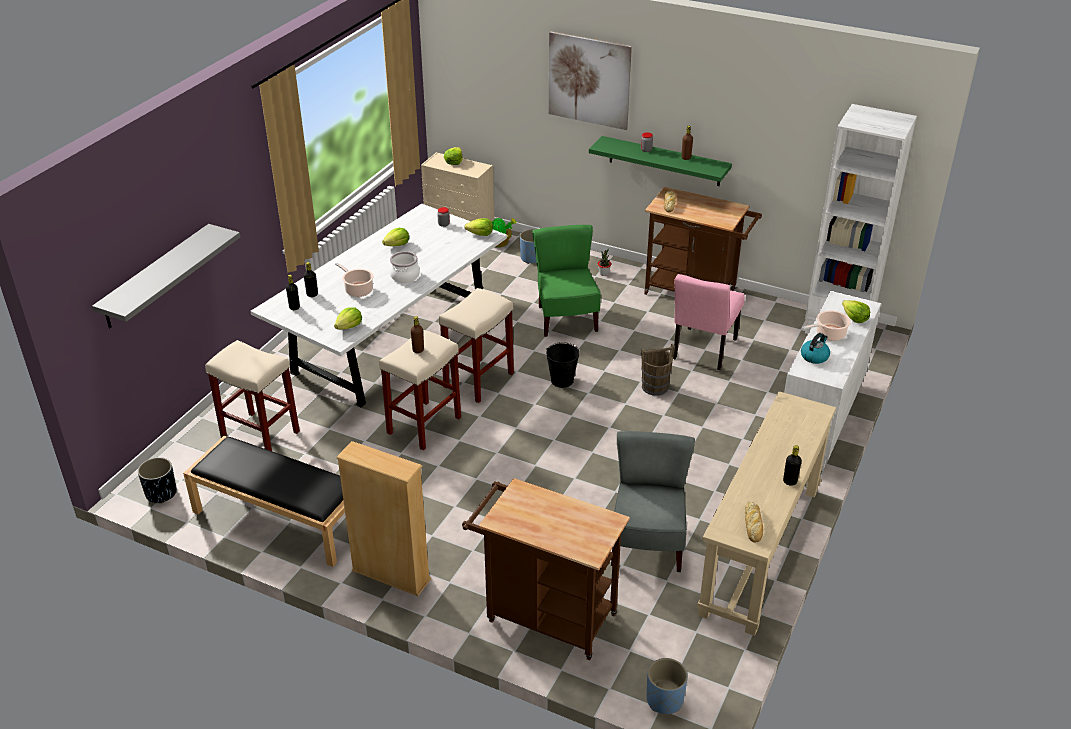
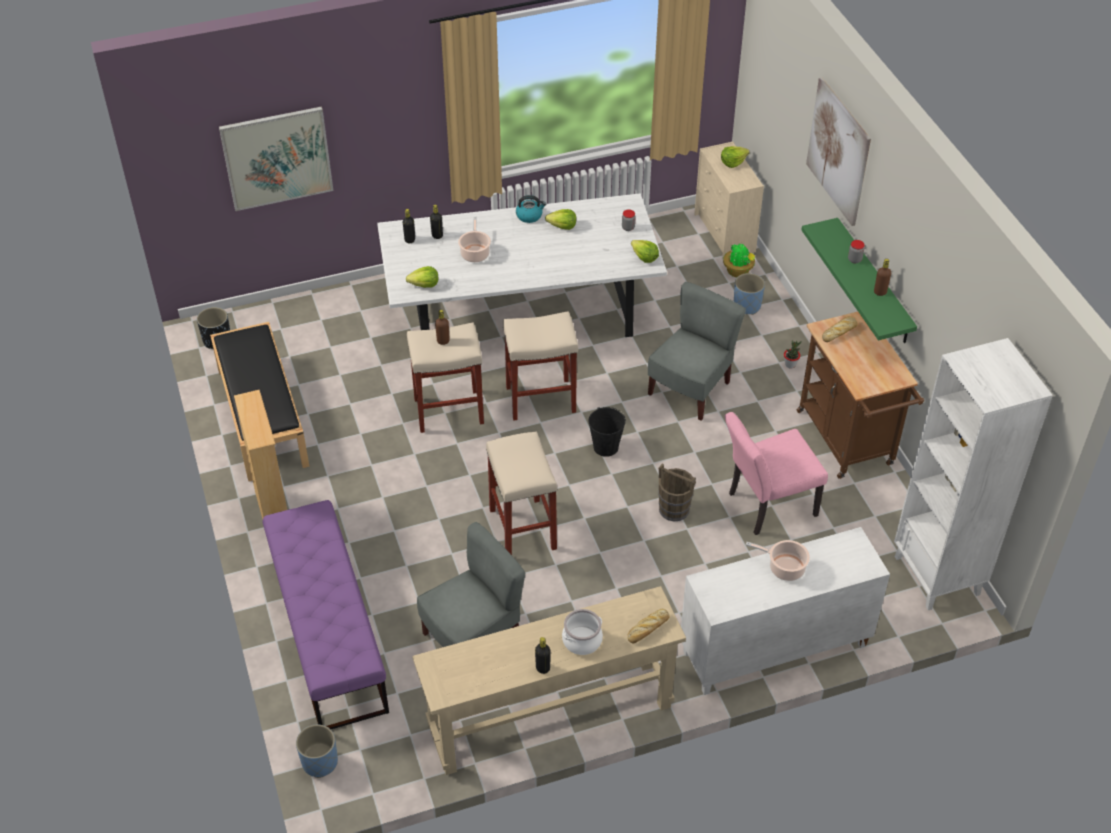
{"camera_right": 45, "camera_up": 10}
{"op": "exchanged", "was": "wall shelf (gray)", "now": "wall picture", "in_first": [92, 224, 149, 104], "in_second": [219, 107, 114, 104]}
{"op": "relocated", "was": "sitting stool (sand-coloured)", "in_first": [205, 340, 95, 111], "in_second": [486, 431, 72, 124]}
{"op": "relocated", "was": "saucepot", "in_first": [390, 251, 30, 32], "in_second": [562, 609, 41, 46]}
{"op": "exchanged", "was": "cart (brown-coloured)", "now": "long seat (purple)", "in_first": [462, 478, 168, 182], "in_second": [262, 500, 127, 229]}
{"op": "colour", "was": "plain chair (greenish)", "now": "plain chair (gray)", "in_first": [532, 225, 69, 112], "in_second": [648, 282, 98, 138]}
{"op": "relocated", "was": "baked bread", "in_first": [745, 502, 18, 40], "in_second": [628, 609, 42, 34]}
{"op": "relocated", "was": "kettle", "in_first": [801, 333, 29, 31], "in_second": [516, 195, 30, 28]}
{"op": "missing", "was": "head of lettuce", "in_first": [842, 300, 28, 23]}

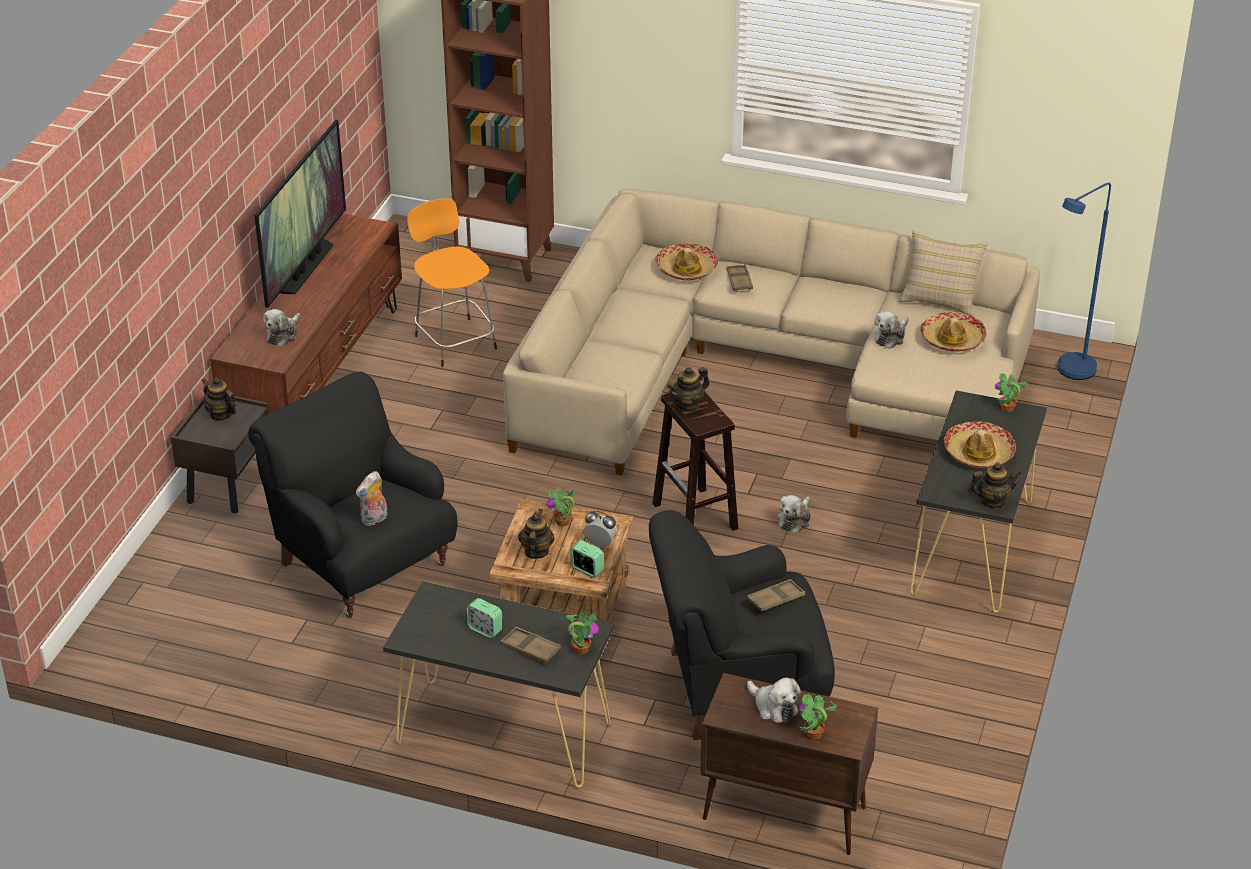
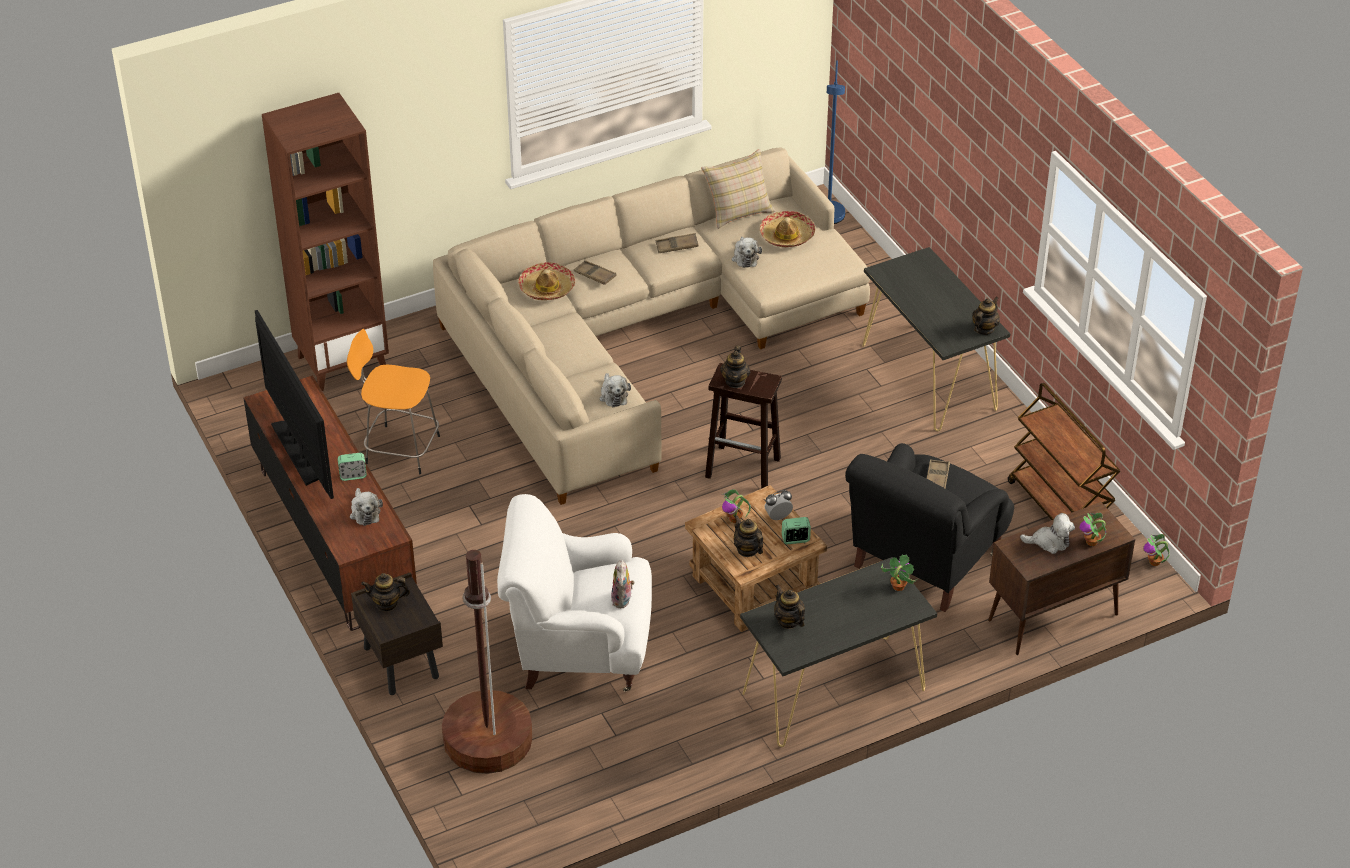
{"camera_right": -45, "camera_up": 5}
{"op": "colour", "was": "easy chair (black)", "now": "easy chair (white)", "in_first": [248, 372, 210, 245], "in_second": [497, 494, 155, 198]}
{"op": "relocated", "was": "bedside clock", "in_first": [467, 598, 35, 40], "in_second": [338, 453, 29, 28]}
{"op": "relocated", "was": "tray (brown-coloured)", "in_first": [500, 627, 61, 36], "in_second": [656, 233, 42, 20]}
{"op": "relocated", "was": "plush toy", "in_first": [778, 495, 33, 39], "in_second": [599, 373, 32, 34]}
{"op": "missing", "was": "wearable hat", "in_first": [944, 421, 72, 48]}
{"op": "relocated", "was": "houseplant", "in_first": [995, 373, 32, 39], "in_second": [1143, 534, 27, 32]}
{"op": "appeared", "now": "standing lamp (brown-coloured)", "in_second": [442, 550, 90, 224]}
{"op": "appeared", "now": "teapot", "in_second": [774, 585, 31, 44]}
{"op": "appeared", "now": "cart (brown-coloured)", "in_second": [1008, 383, 112, 137]}

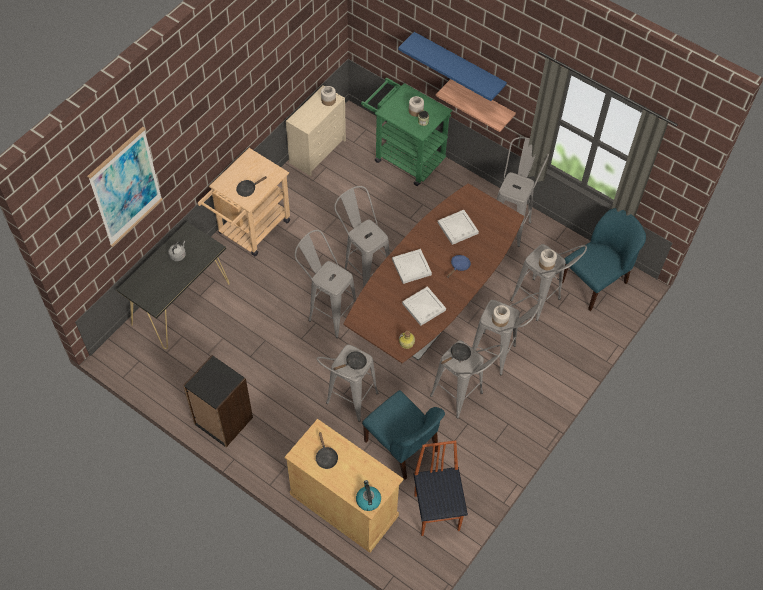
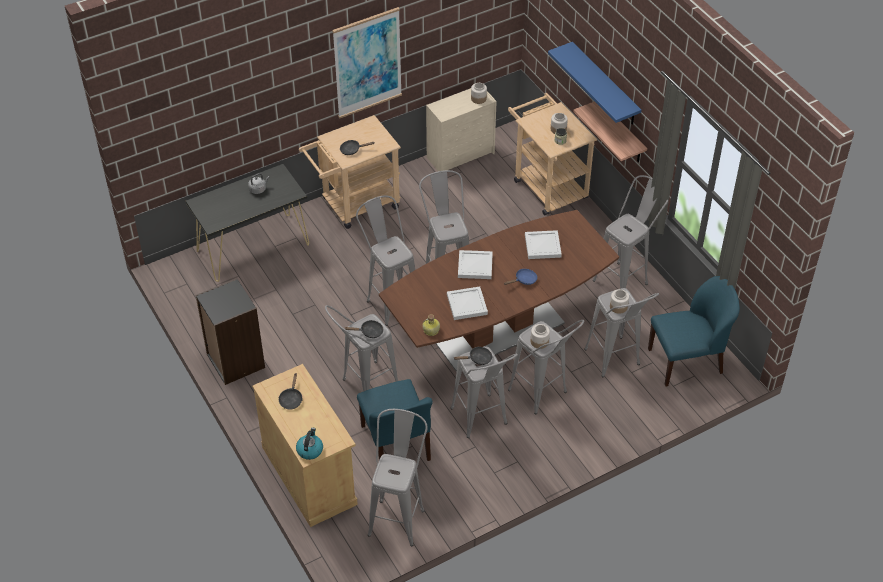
{"camera_right": 25, "camera_up": -10}
{"op": "relocated", "was": "wall picture", "in_first": [87, 127, 76, 120], "in_second": [332, 7, 70, 111]}
{"op": "colour", "was": "cart (greenish)", "now": "cart (sand-coloured)", "in_first": [361, 78, 91, 108], "in_second": [508, 93, 89, 122]}
{"op": "exchanged", "was": "plain chair", "now": "sitting stool (gray)", "in_first": [413, 440, 55, 96], "in_second": [368, 409, 60, 137]}

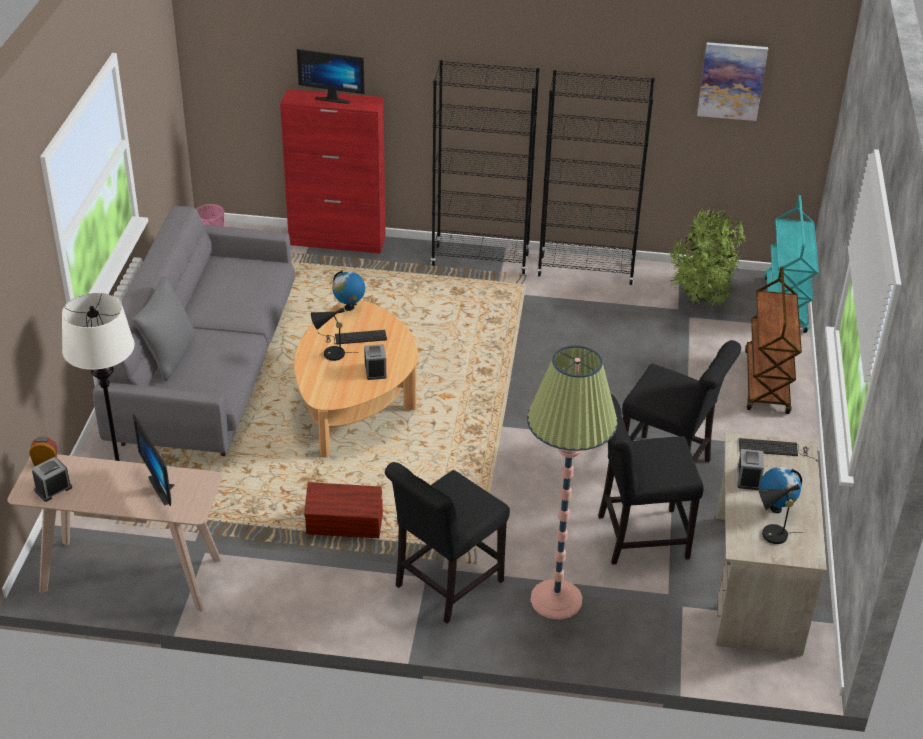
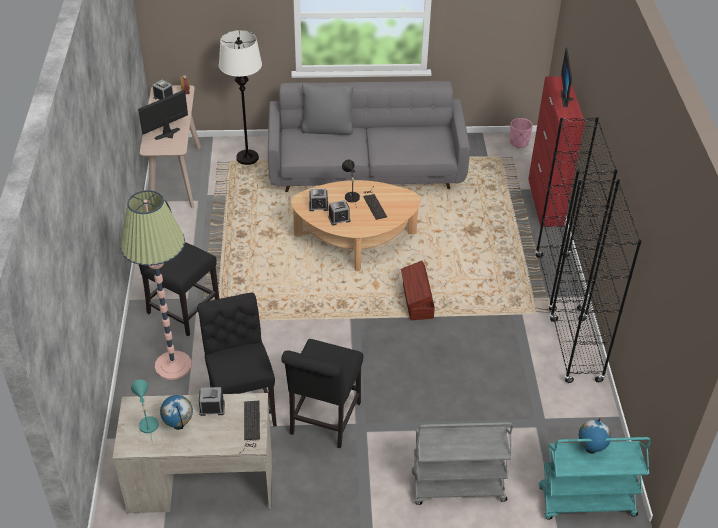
{"camera_right": 80, "camera_up": 5}
{"op": "relocated", "was": "storage bin (brown-coloured)", "in_first": [304, 482, 79, 56], "in_second": [401, 261, 34, 59]}
{"op": "relocated", "was": "world globe", "in_first": [332, 271, 33, 40], "in_second": [579, 418, 32, 36]}
{"op": "missing", "was": "houseplant", "in_first": [668, 208, 78, 99]}
{"op": "missing", "was": "wall picture", "in_first": [697, 42, 71, 79]}
{"op": "colour", "was": "cart (brown-coloured)", "now": "cart (gray)", "in_first": [745, 266, 57, 148], "in_second": [412, 422, 101, 83]}
{"op": "colour", "was": "lamp for a table (black)", "now": "lamp for a table (turquoise)", "in_first": [758, 484, 45, 60], "in_second": [131, 380, 28, 59]}
{"op": "appeared", "now": "bedside clock", "in_second": [309, 189, 20, 22]}

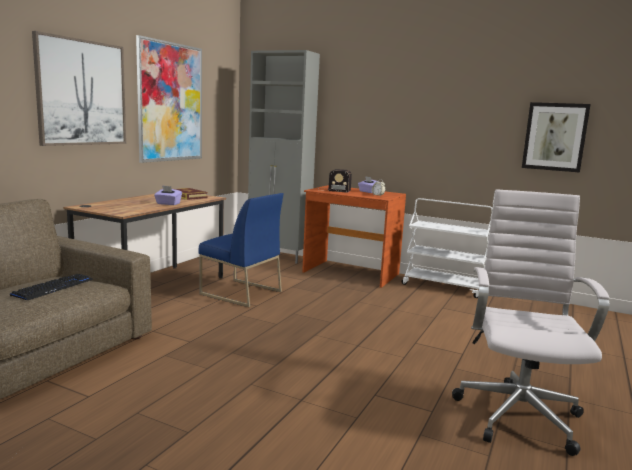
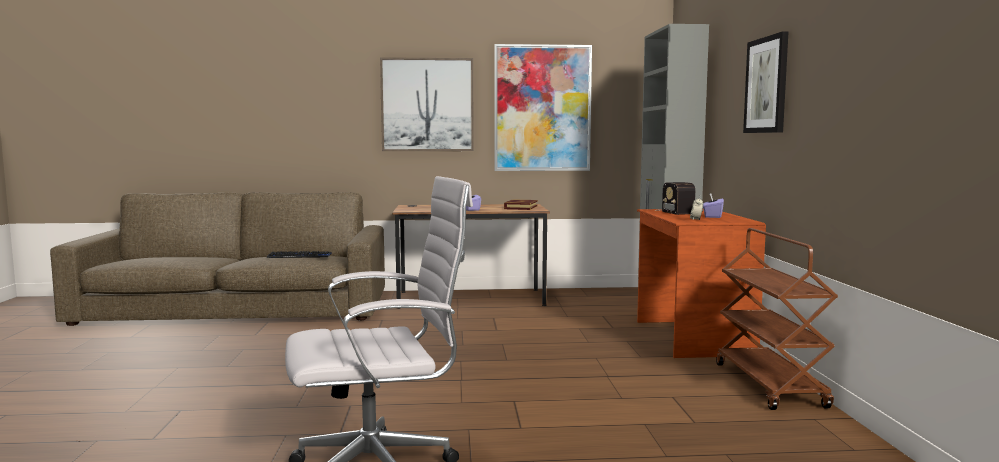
{"camera_right": 60, "camera_up": -5}
{"op": "missing", "was": "plain chair (bluish)", "in_first": [199, 193, 85, 114]}
{"op": "colour", "was": "cart (white)", "now": "cart (brown-coloured)", "in_first": [401, 198, 91, 100], "in_second": [716, 228, 122, 182]}
{"op": "relocated", "was": "wall picture", "in_first": [522, 102, 69, 71], "in_second": [743, 31, 46, 102]}

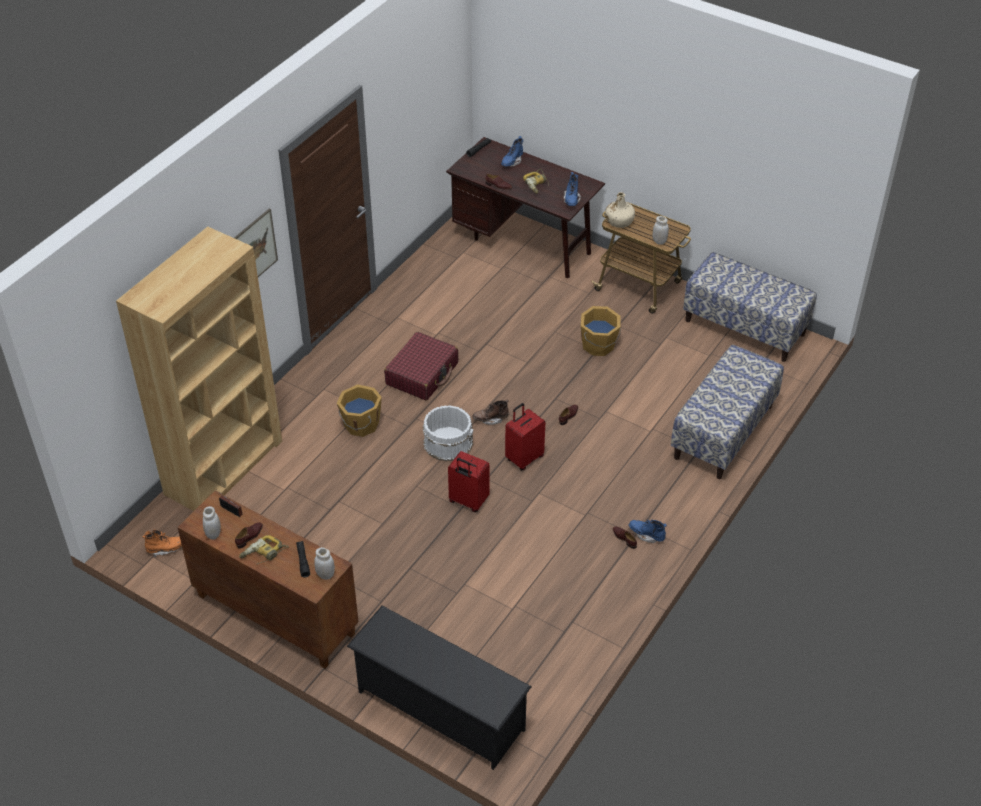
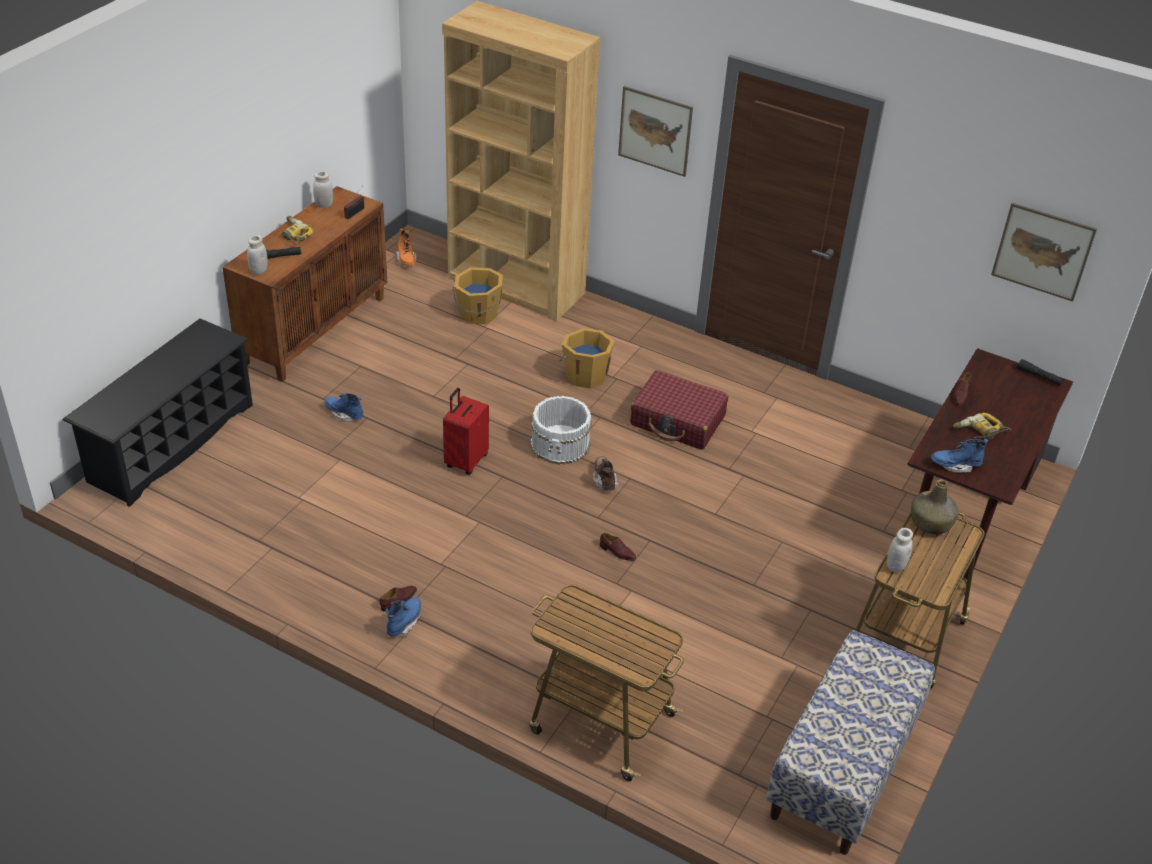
{"camera_right": 85, "camera_up": -5}
{"op": "missing", "was": "low shoe (brown-coloured)", "in_first": [235, 523, 28, 26]}
{"op": "relocated", "was": "tall boot (bluish)", "in_first": [501, 136, 22, 31], "in_second": [324, 393, 39, 30]}
{"op": "missing", "was": "piece of luggage (reddish)", "in_first": [505, 403, 40, 67]}
{"op": "relocated", "was": "bucket (orange)", "in_first": [581, 306, 39, 50], "in_second": [453, 267, 50, 57]}
{"op": "colour", "was": "drink bottle (sand-coloured)", "now": "drink bottle (greenish)", "in_first": [605, 192, 30, 36], "in_second": [911, 479, 47, 56]}
{"op": "exchanged", "was": "long seat", "now": "cart", "in_first": [671, 345, 113, 134], "in_second": [529, 585, 155, 196]}
{"op": "appeared", "now": "wall picture", "in_second": [991, 203, 106, 98]}

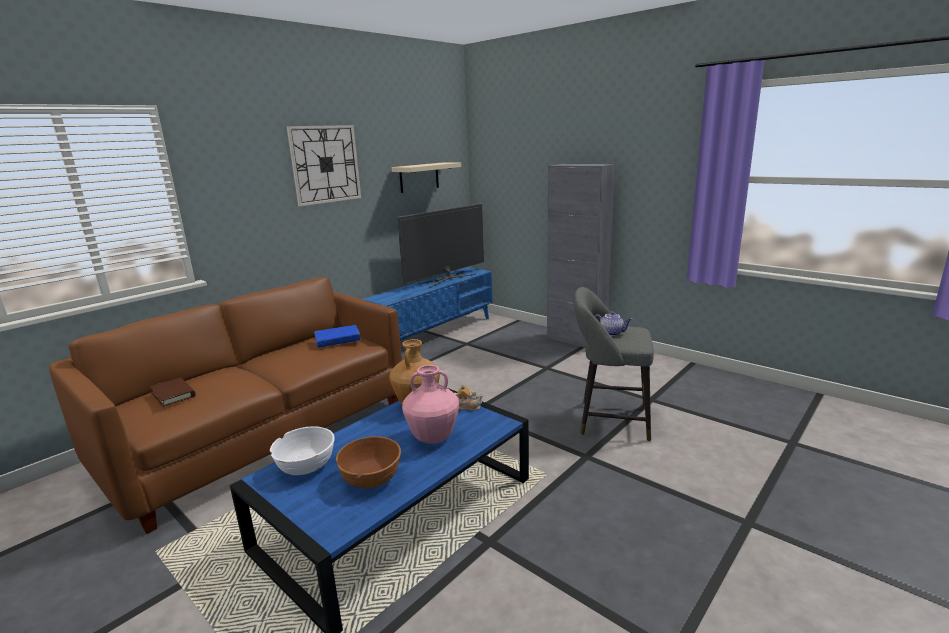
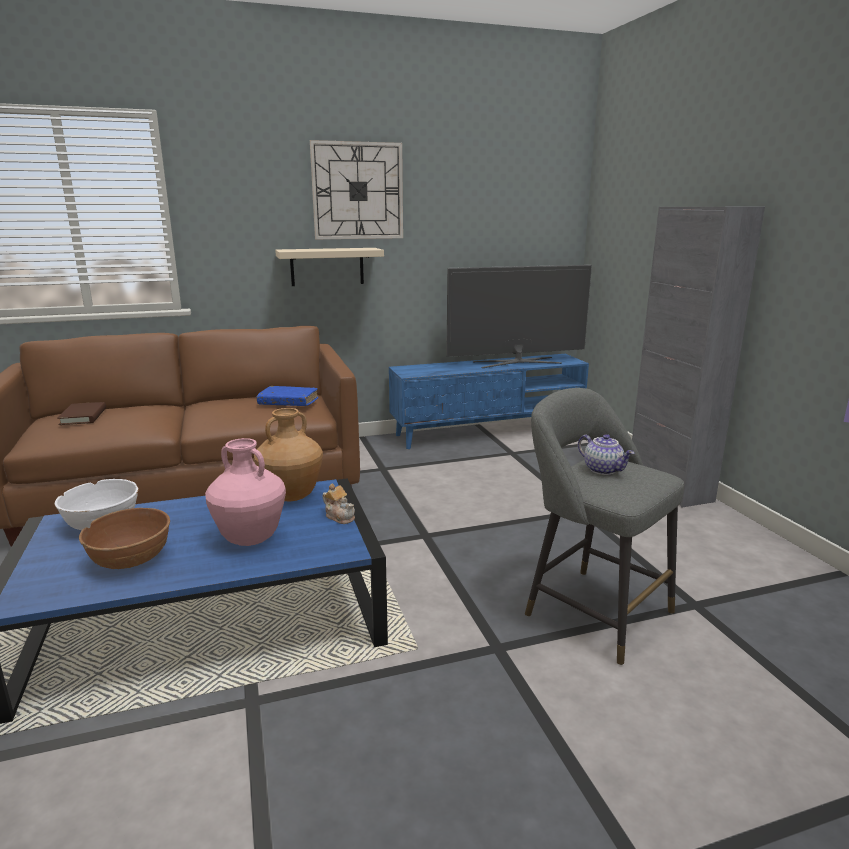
{"camera_right": 30, "camera_up": 0}
{"op": "relocated", "was": "wall shelf (sand-coloured)", "in_first": [392, 162, 69, 31], "in_second": [275, 248, 109, 38]}

